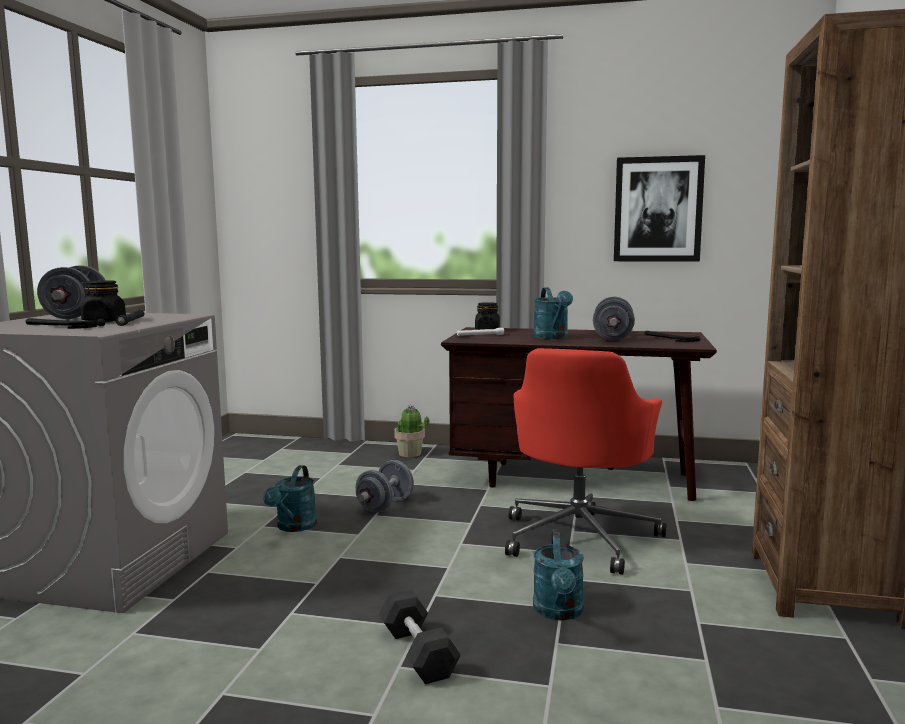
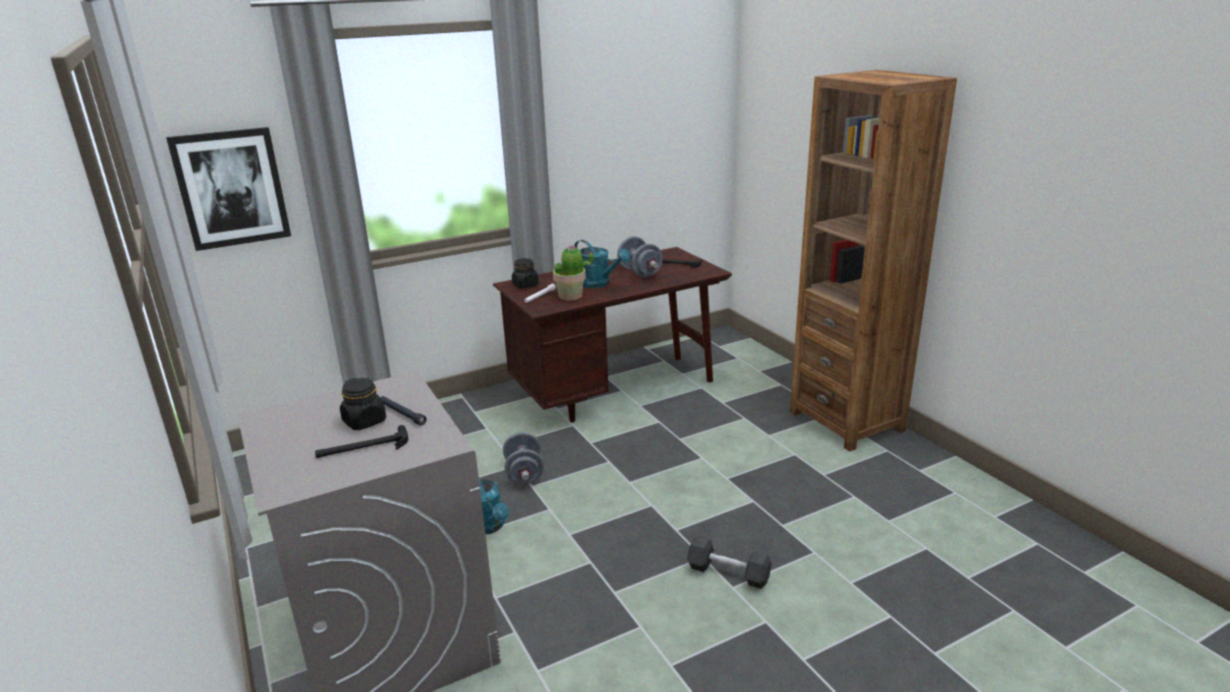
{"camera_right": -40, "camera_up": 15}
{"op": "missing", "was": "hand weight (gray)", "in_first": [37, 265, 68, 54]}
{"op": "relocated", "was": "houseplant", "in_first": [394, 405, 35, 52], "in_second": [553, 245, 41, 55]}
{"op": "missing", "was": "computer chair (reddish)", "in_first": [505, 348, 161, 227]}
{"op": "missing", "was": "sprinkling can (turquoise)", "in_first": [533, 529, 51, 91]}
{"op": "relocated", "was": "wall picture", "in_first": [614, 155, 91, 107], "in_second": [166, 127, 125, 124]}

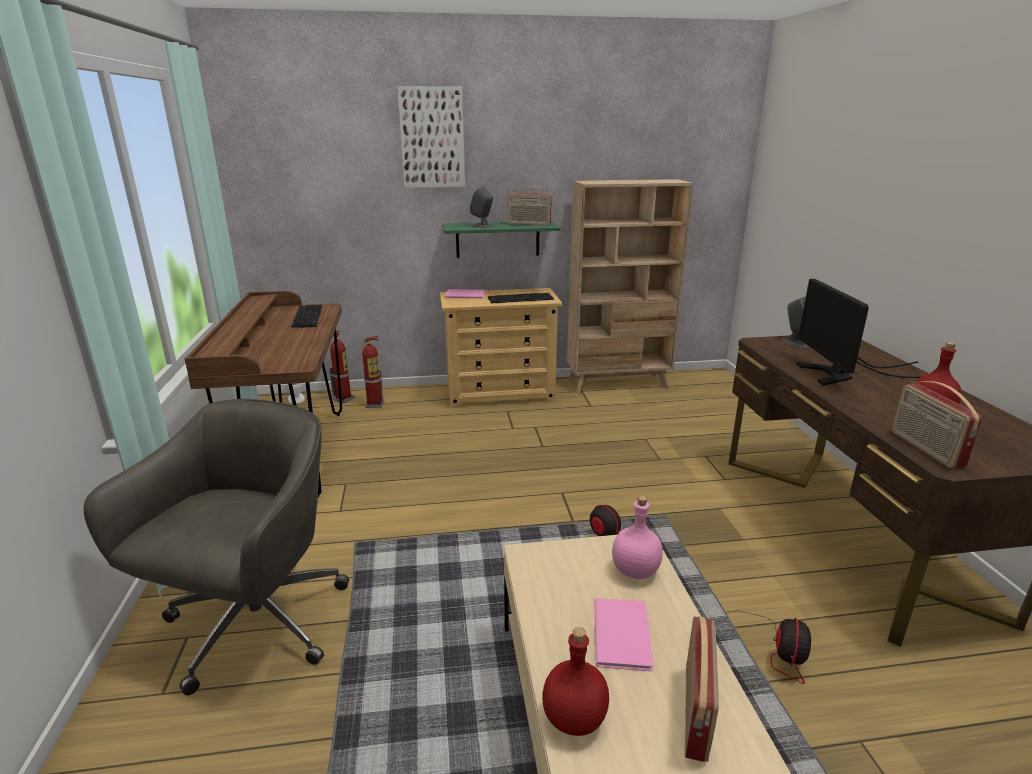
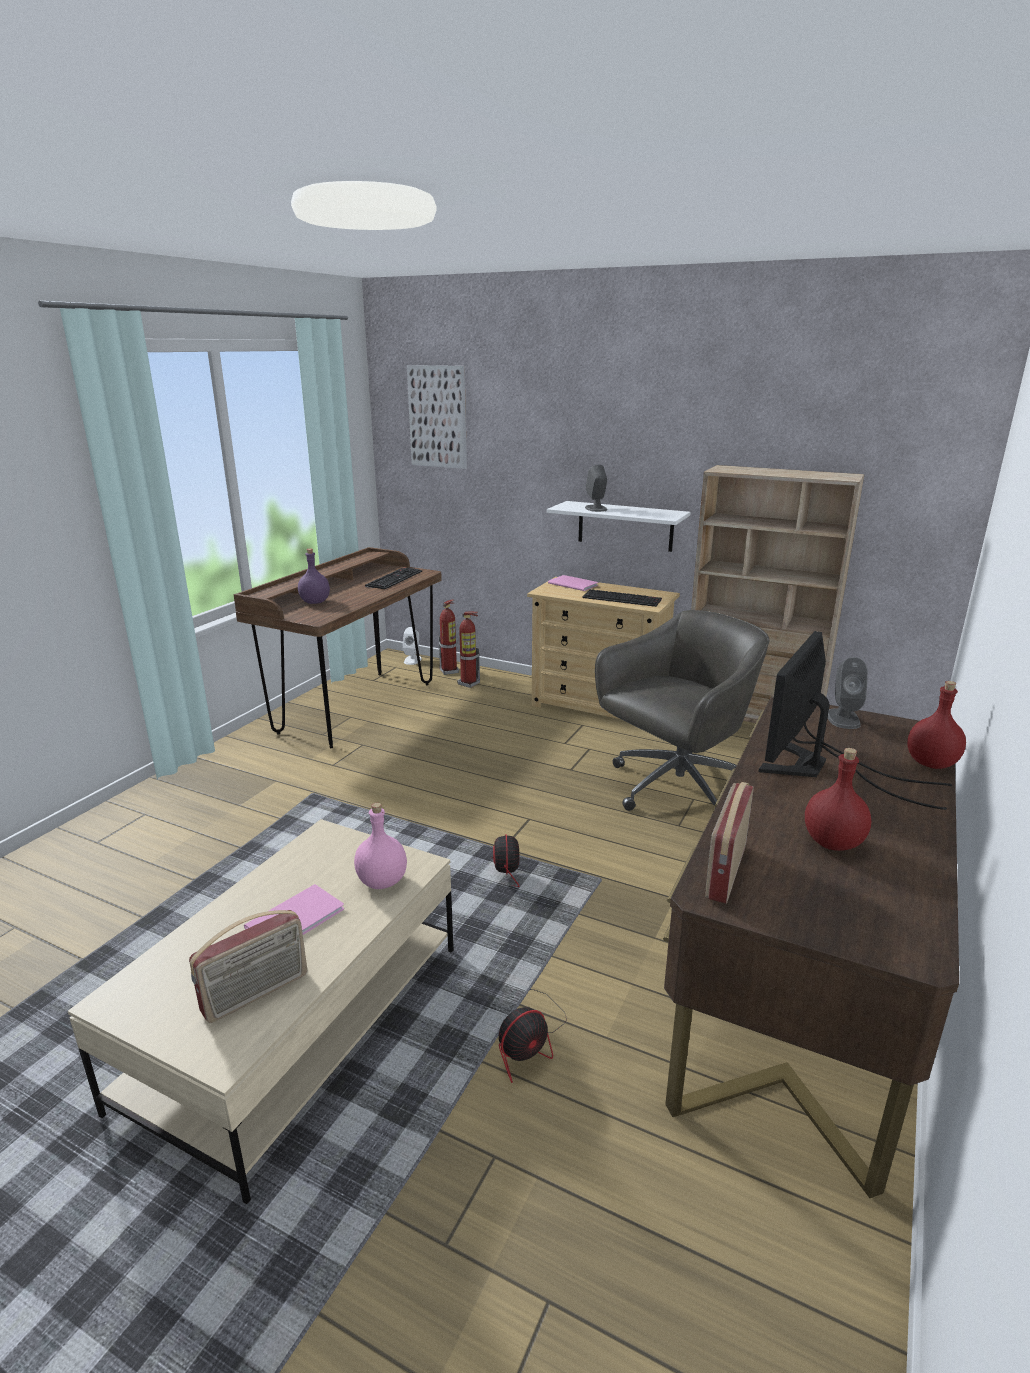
{"camera_right": 35, "camera_up": 0}
{"op": "relocated", "was": "computer chair (gray)", "in_first": [84, 399, 265, 296], "in_second": [595, 610, 174, 201]}
{"op": "relocated", "was": "wall picture", "in_first": [397, 86, 68, 102], "in_second": [407, 365, 60, 104]}
{"op": "colour", "was": "wall shelf (greenish)", "now": "wall shelf (white)", "in_first": [442, 221, 119, 37], "in_second": [547, 501, 144, 51]}
{"op": "missing", "was": "radio", "in_first": [507, 186, 45, 39]}
{"op": "relocated", "was": "drink bottle (reddish)", "in_first": [542, 627, 67, 109], "in_second": [907, 681, 59, 88]}
{"op": "appeared", "now": "drink bottle (purple)", "in_second": [298, 548, 32, 56]}

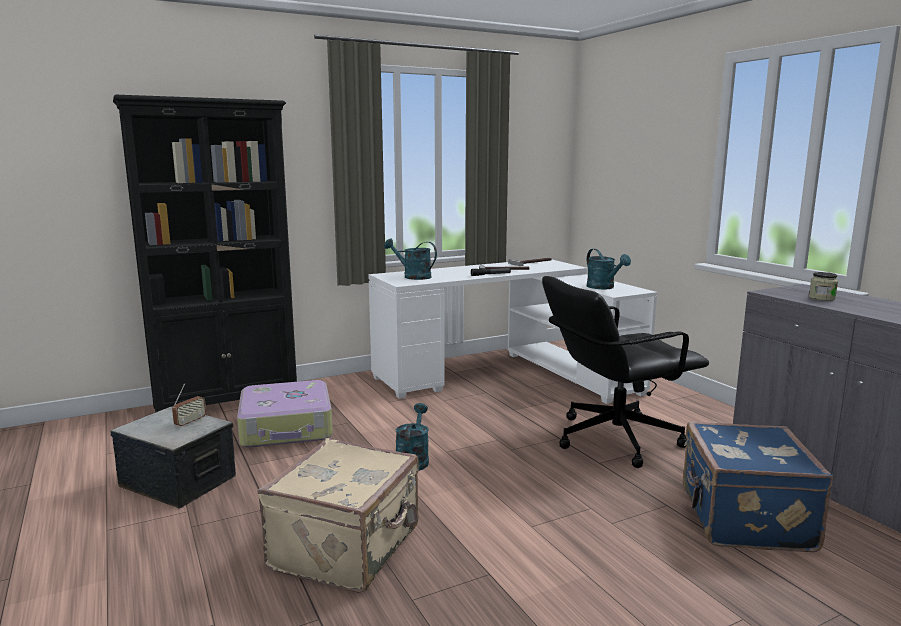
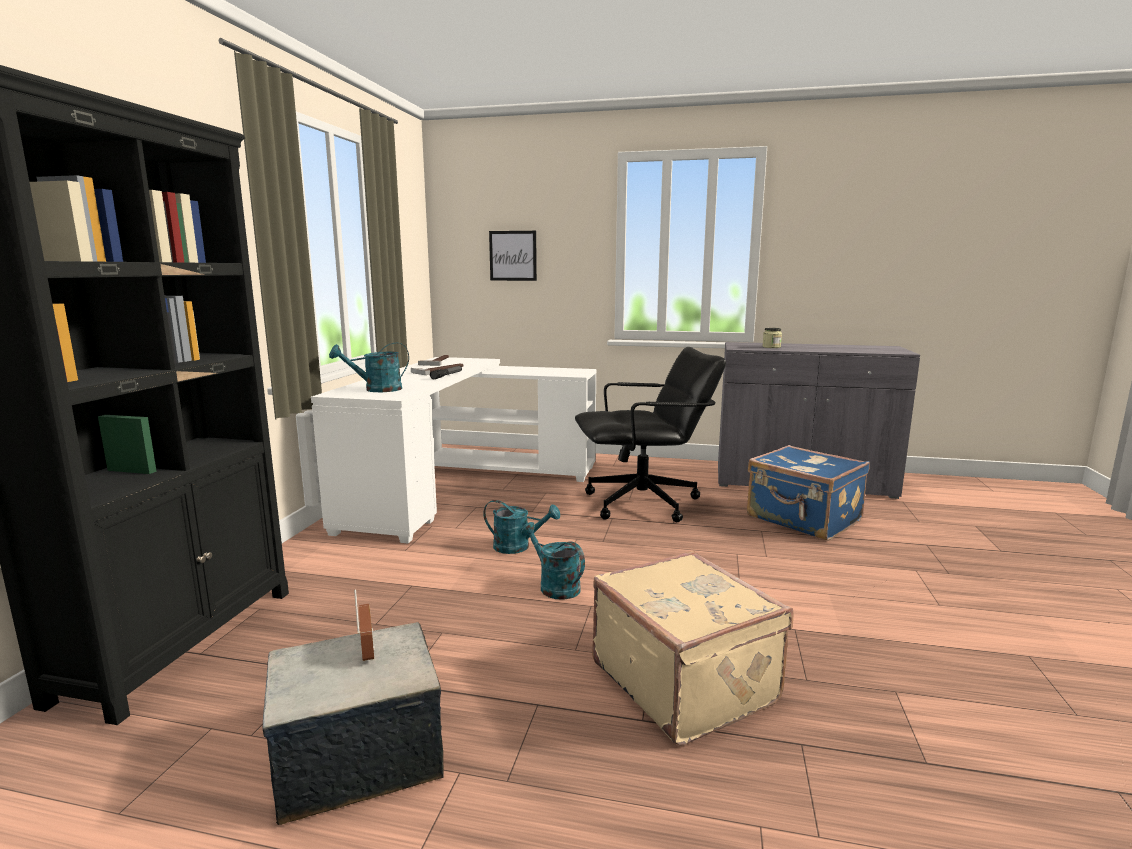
{"camera_right": -50, "camera_up": 0}
{"op": "missing", "was": "piece of luggage", "in_first": [237, 380, 96, 68]}
{"op": "spun", "was": "computer chair (black)", "in_first": [542, 276, 167, 192], "in_second": [575, 347, 151, 175], "clockwise": -120}
{"op": "relocated", "was": "sprinkling can (turquoise)", "in_first": [587, 249, 44, 40], "in_second": [483, 500, 77, 54]}
{"op": "appeared", "now": "wall picture", "in_second": [489, 231, 48, 50]}

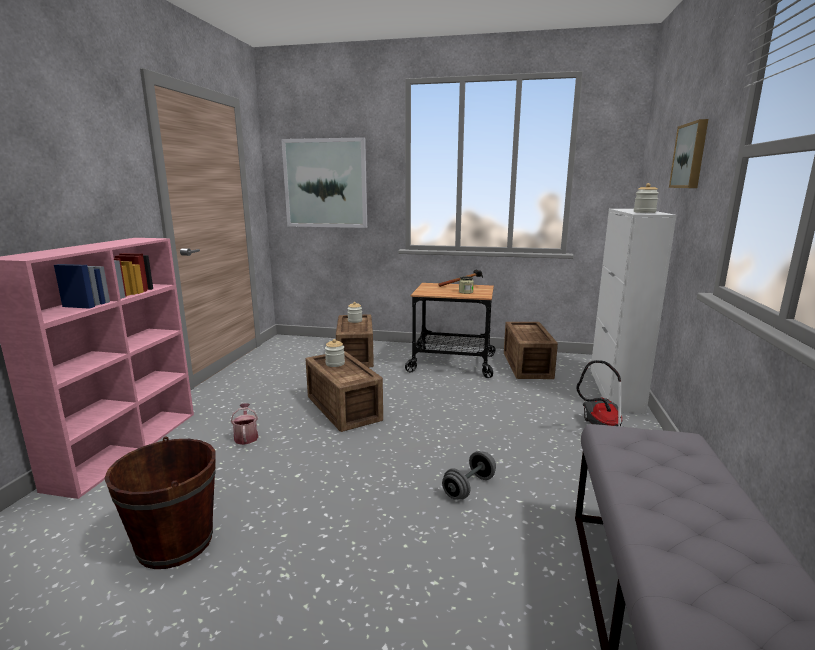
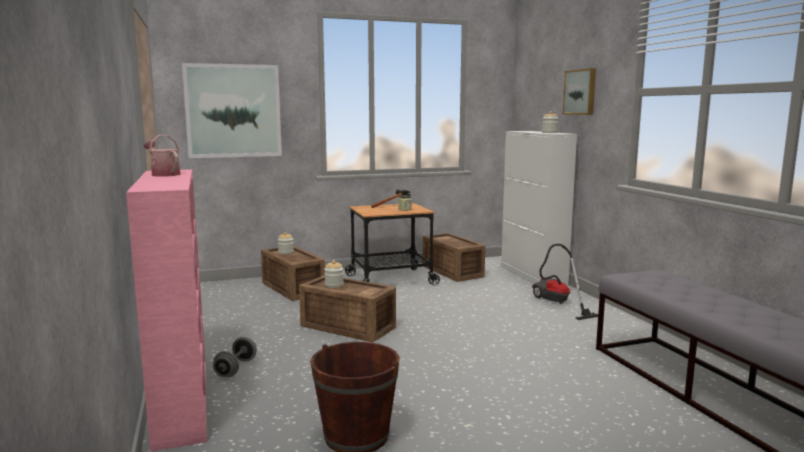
{"camera_right": -30, "camera_up": -5}
{"op": "relocated", "was": "sprinkling can", "in_first": [231, 403, 27, 42], "in_second": [144, 135, 37, 42]}
{"op": "relocated", "was": "hand weight (gray)", "in_first": [442, 451, 54, 49], "in_second": [213, 337, 43, 40]}

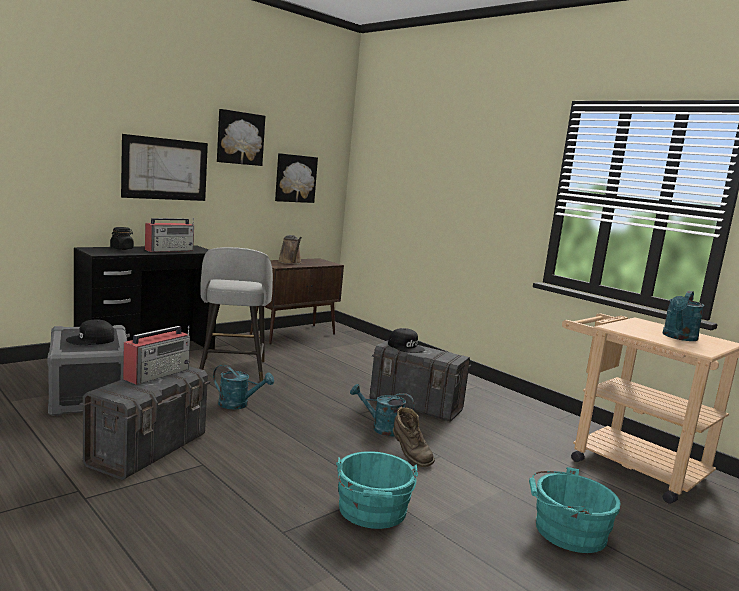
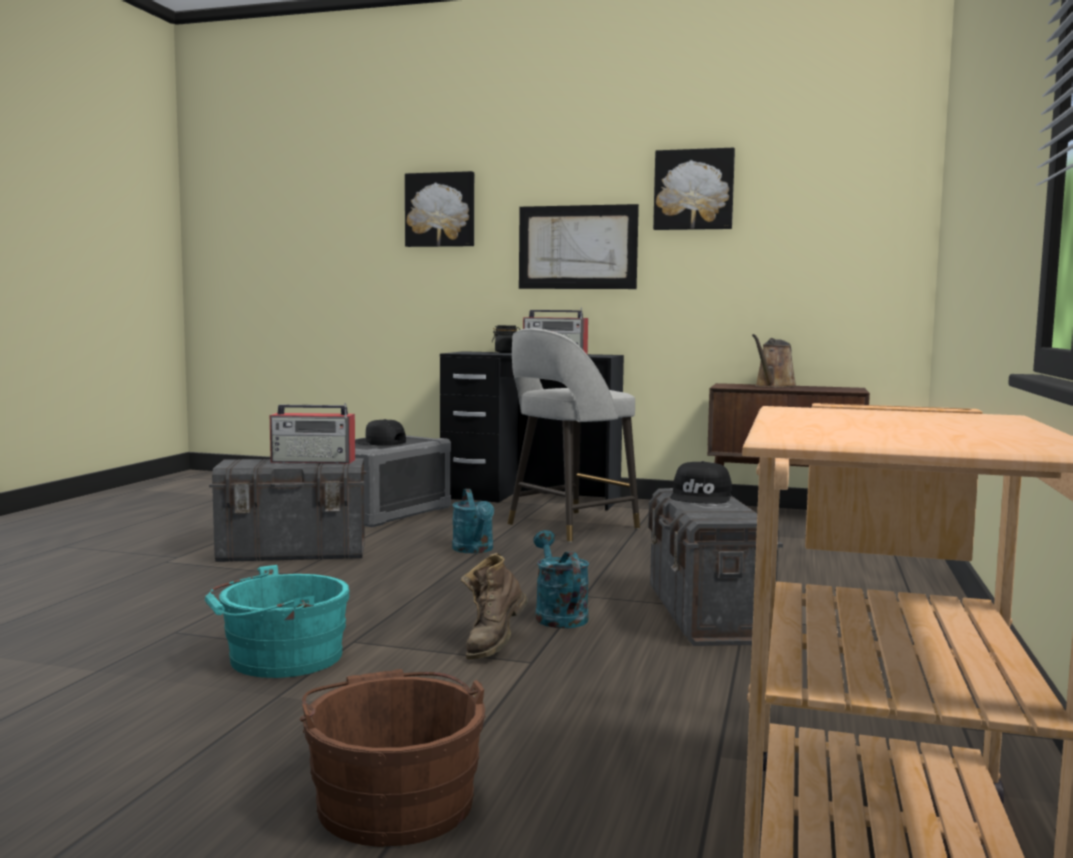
{"camera_right": 60, "camera_up": -5}
{"op": "relocated", "was": "wall picture", "in_first": [275, 153, 43, 50], "in_second": [405, 171, 69, 76]}
{"op": "colour", "was": "bucket (turquoise)", "now": "bucket (brown-coloured)", "in_first": [529, 467, 92, 86], "in_second": [300, 669, 186, 178]}
{"op": "missing", "was": "sprinkling can (turquoise)", "in_first": [663, 290, 42, 51]}

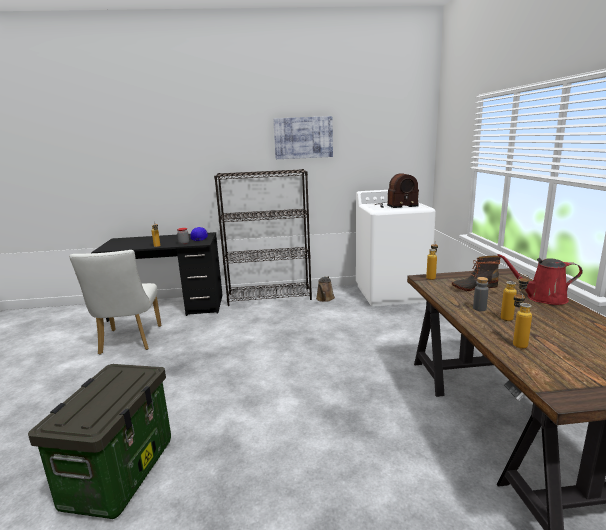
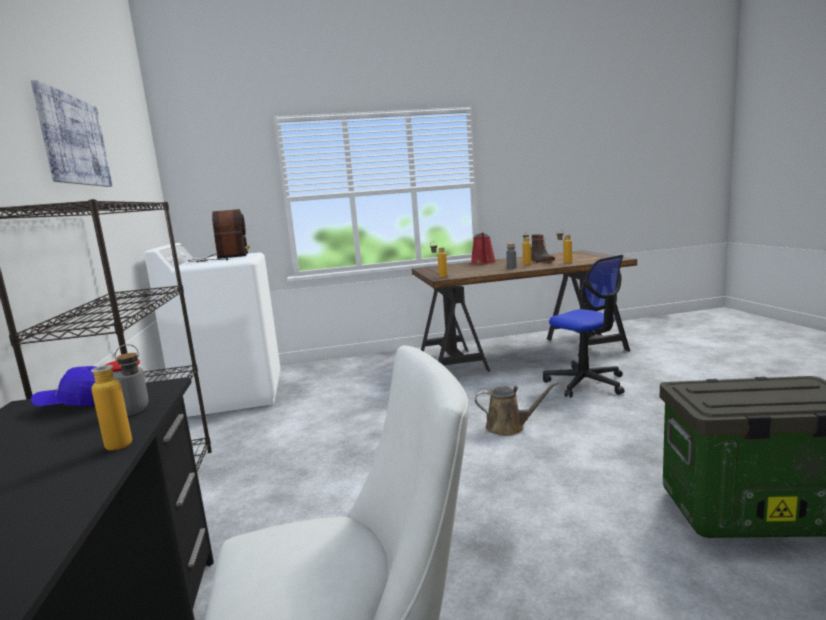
{"camera_right": -95, "camera_up": -5}
{"op": "relocated", "was": "sprinkling can (brown-coloured)", "in_first": [316, 276, 19, 26], "in_second": [475, 382, 84, 54]}
{"op": "relocated", "was": "tall boot", "in_first": [452, 256, 49, 35], "in_second": [531, 235, 24, 28]}
{"op": "appeared", "now": "computer chair", "in_second": [543, 255, 82, 143]}

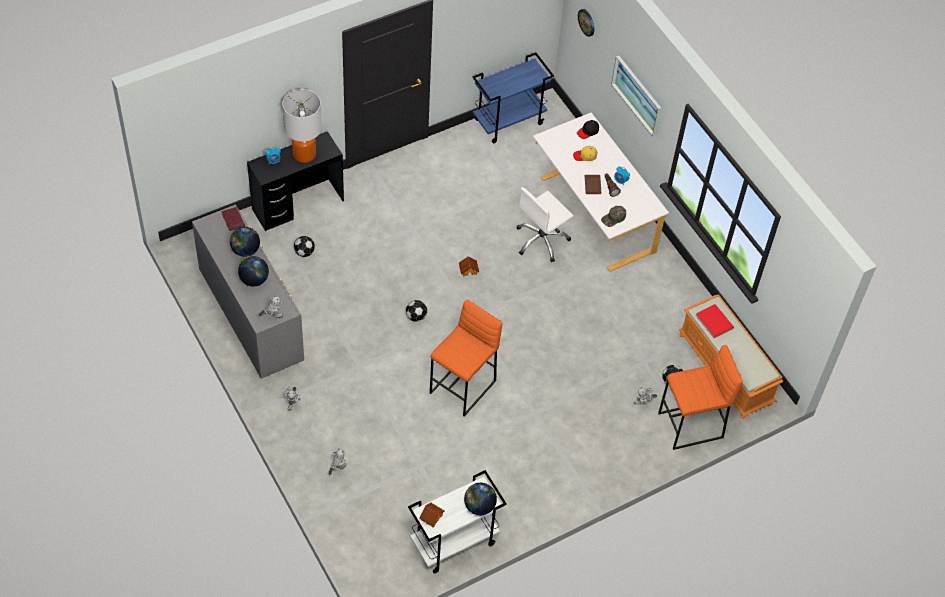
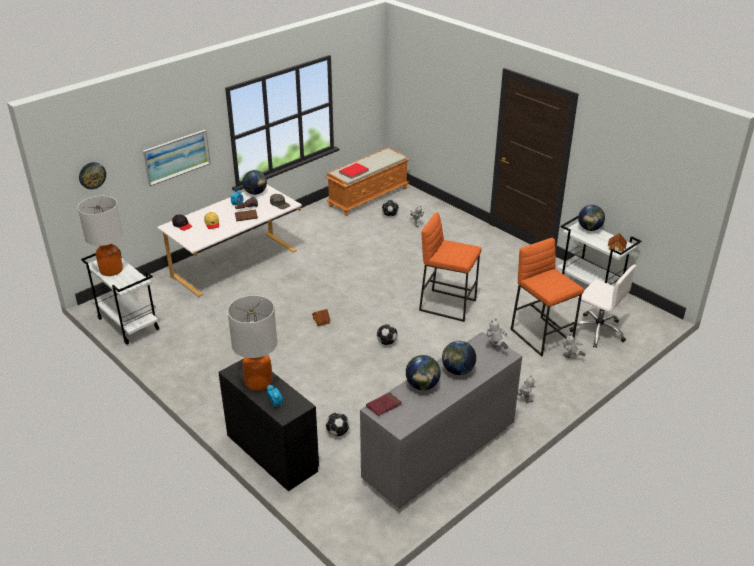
{"camera_right": -100, "camera_up": -20}
{"op": "colour", "was": "cart (bluish)", "now": "cart (white)", "in_first": [472, 52, 82, 91], "in_second": [81, 250, 78, 95]}
{"op": "relocated", "was": "computer chair (white)", "in_first": [516, 187, 58, 75], "in_second": [570, 264, 66, 84]}
{"op": "relocated", "was": "sitting stool (orange)", "in_first": [658, 345, 85, 105], "in_second": [511, 238, 73, 119]}
{"op": "appeared", "now": "lamp for a table", "in_second": [78, 196, 45, 80]}
{"op": "appeared", "now": "world globe", "in_second": [243, 170, 24, 25]}

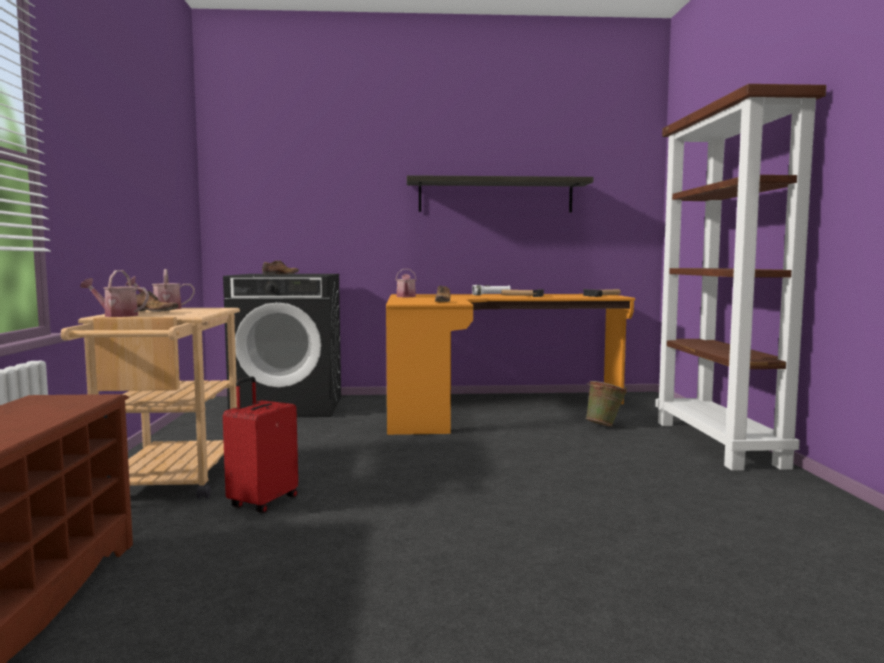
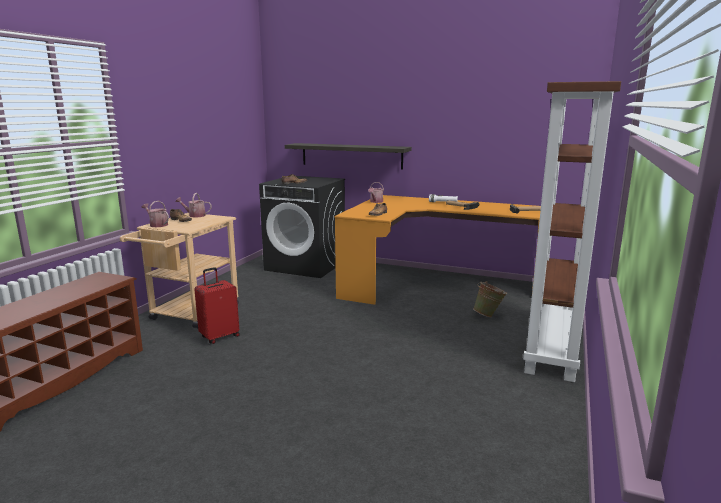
{"camera_right": 25, "camera_up": 10}
{"op": "relocated", "was": "wall shelf", "in_first": [407, 175, 186, 37], "in_second": [285, 143, 127, 27]}

